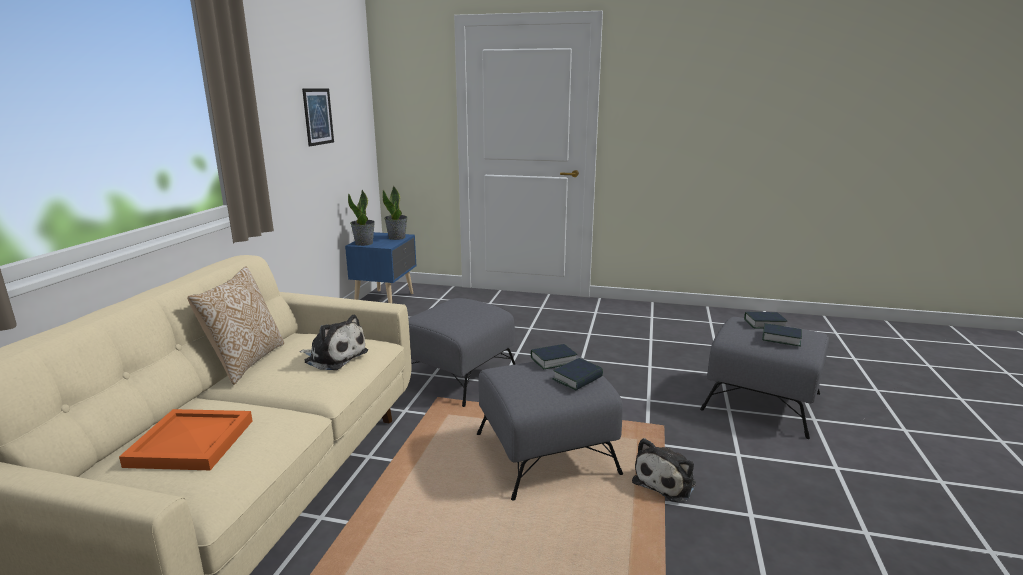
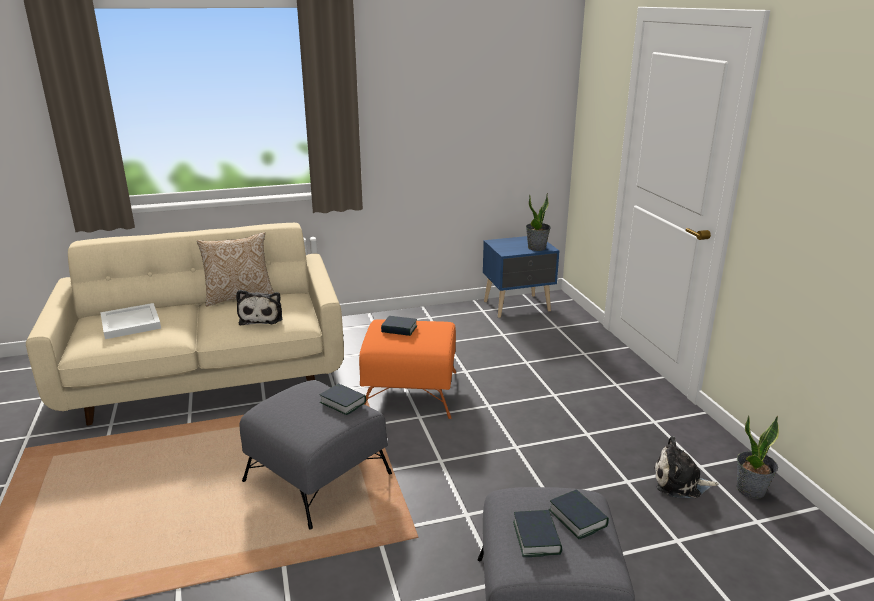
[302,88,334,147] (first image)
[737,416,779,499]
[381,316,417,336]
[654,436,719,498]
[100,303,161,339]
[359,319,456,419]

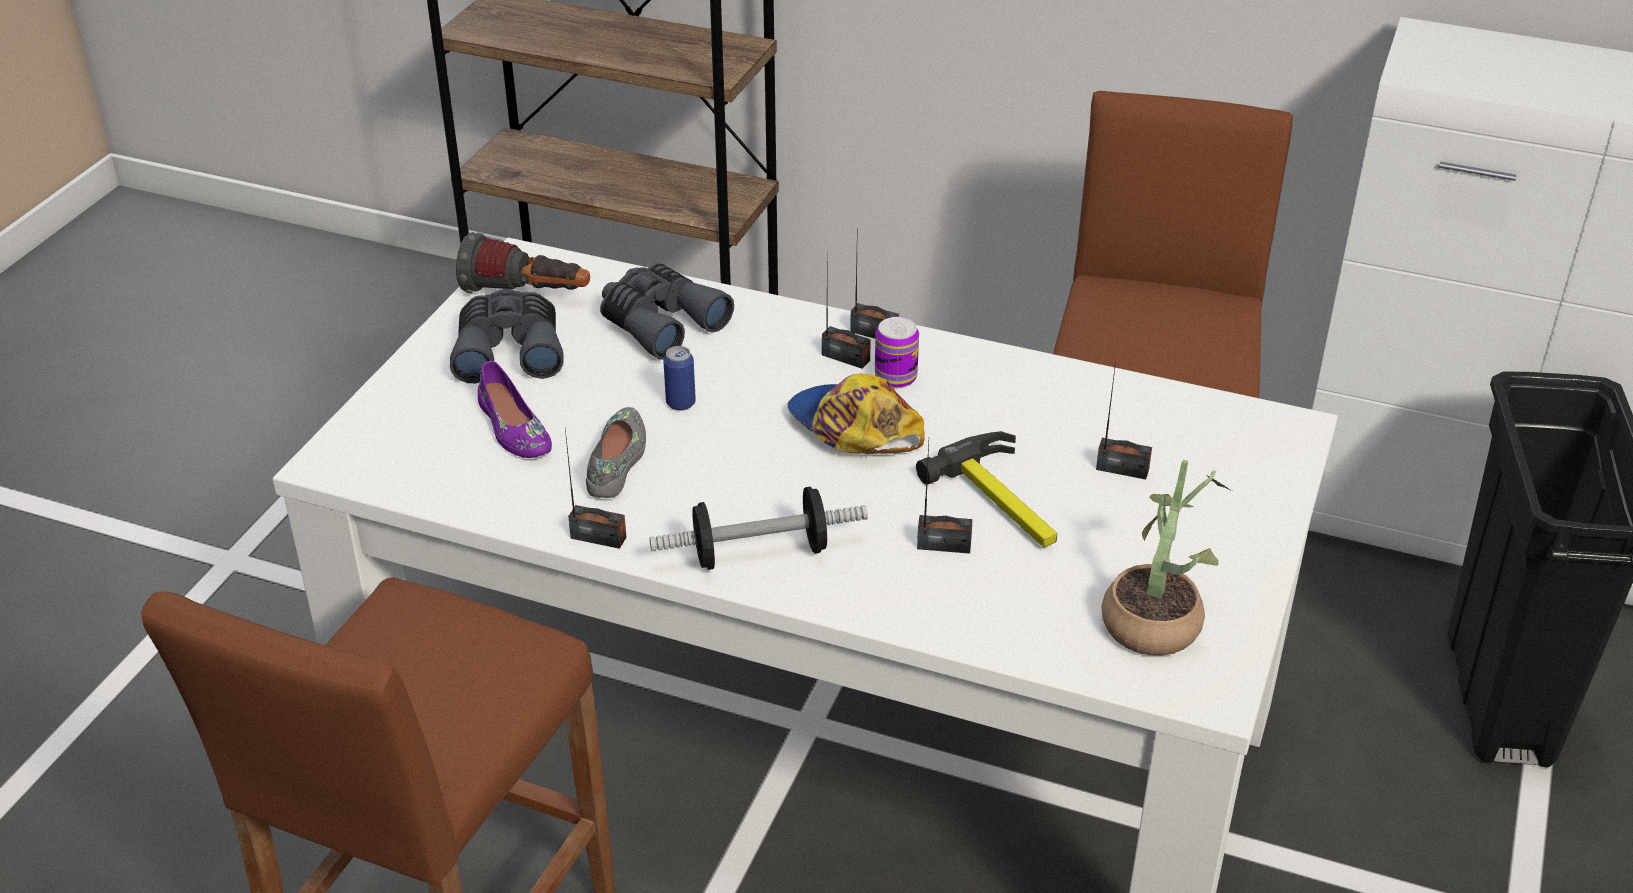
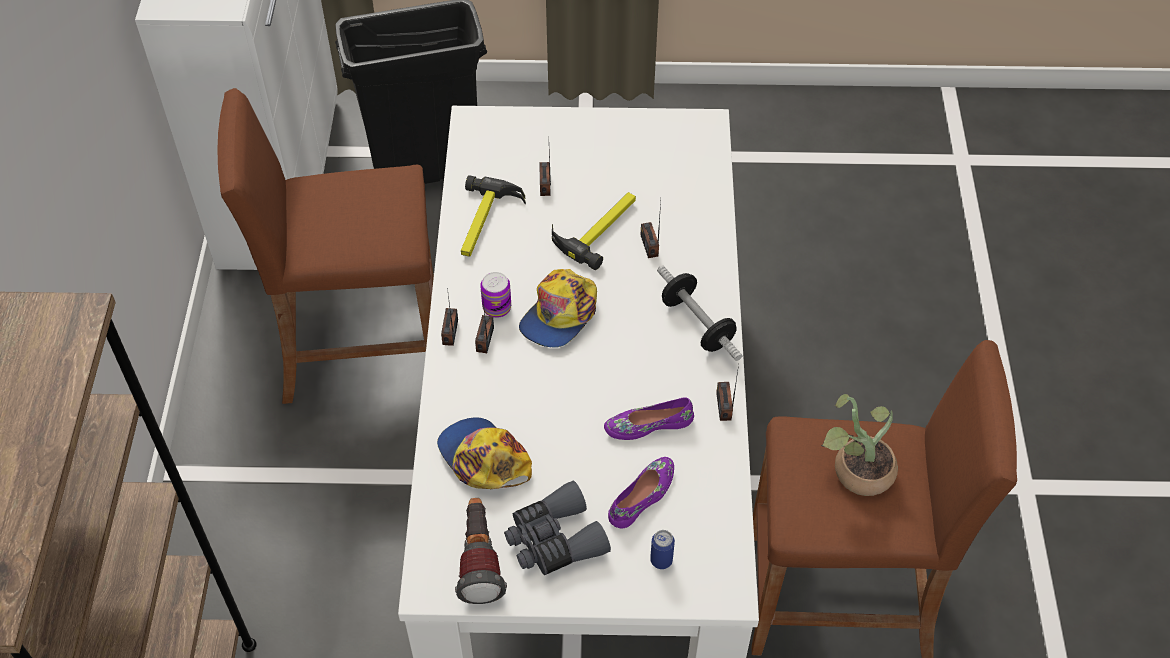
[461,175,526,257]
[650,530,675,569]
[821,394,898,496]
[437,417,532,489]
[604,397,694,440]

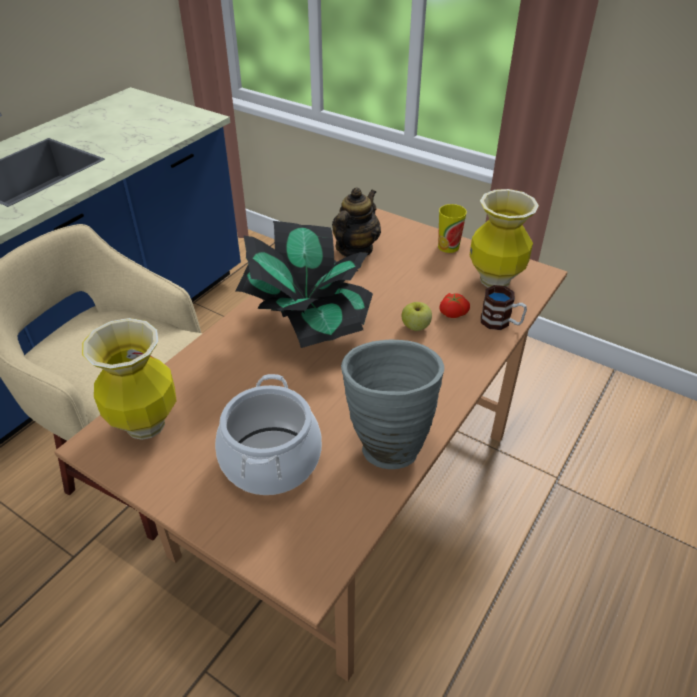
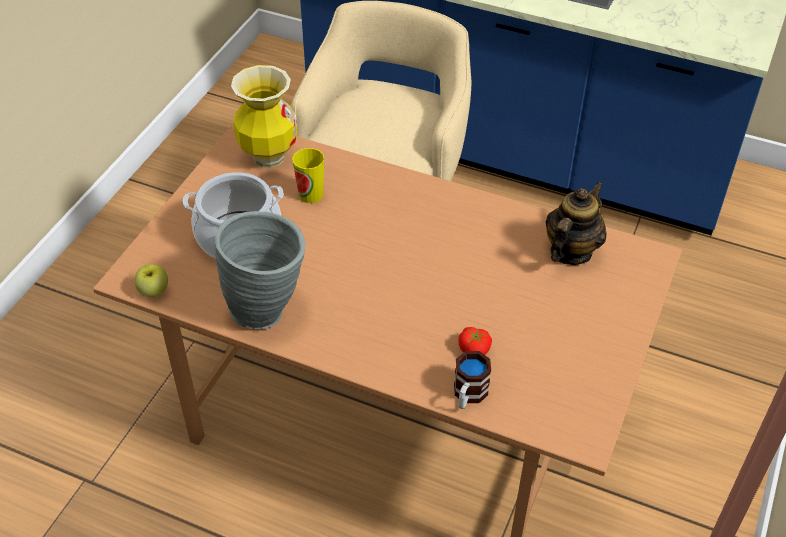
[236,221,373,348] (first image)
[469,189,539,288] (first image)
[134,264,168,297]
[292,148,324,203]
[546,182,607,265]

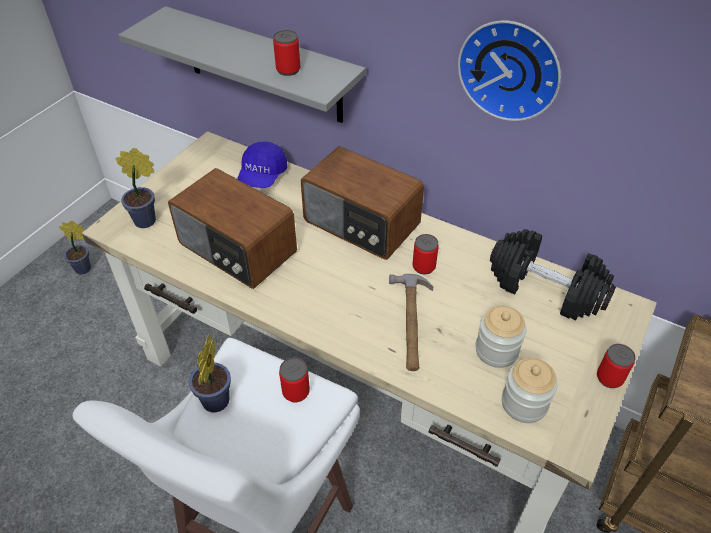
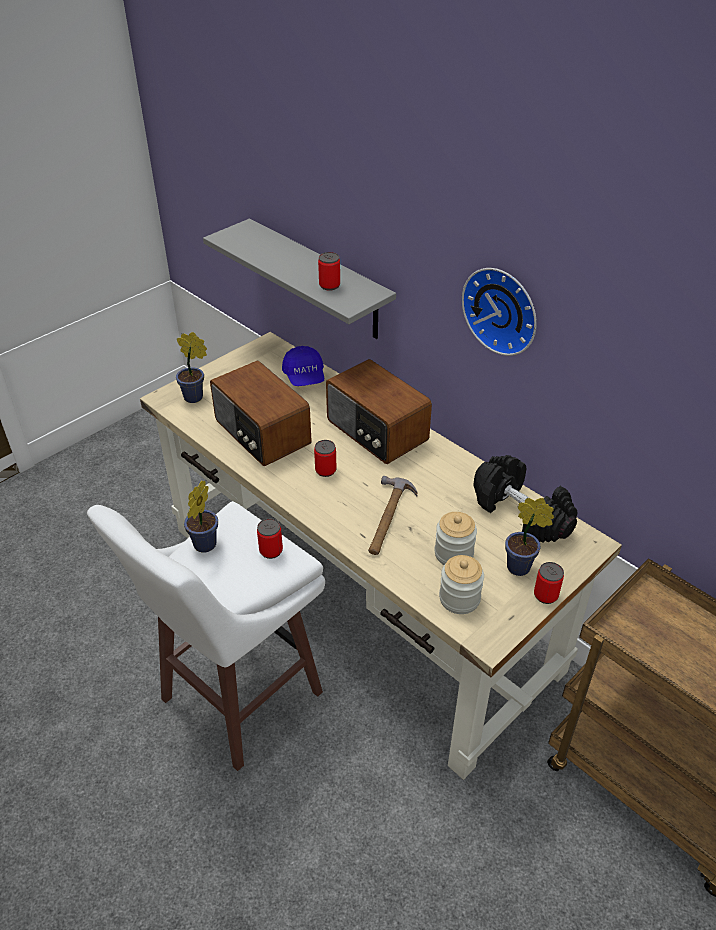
[505,498,554,576]
[314,440,337,477]
[282,346,324,386]

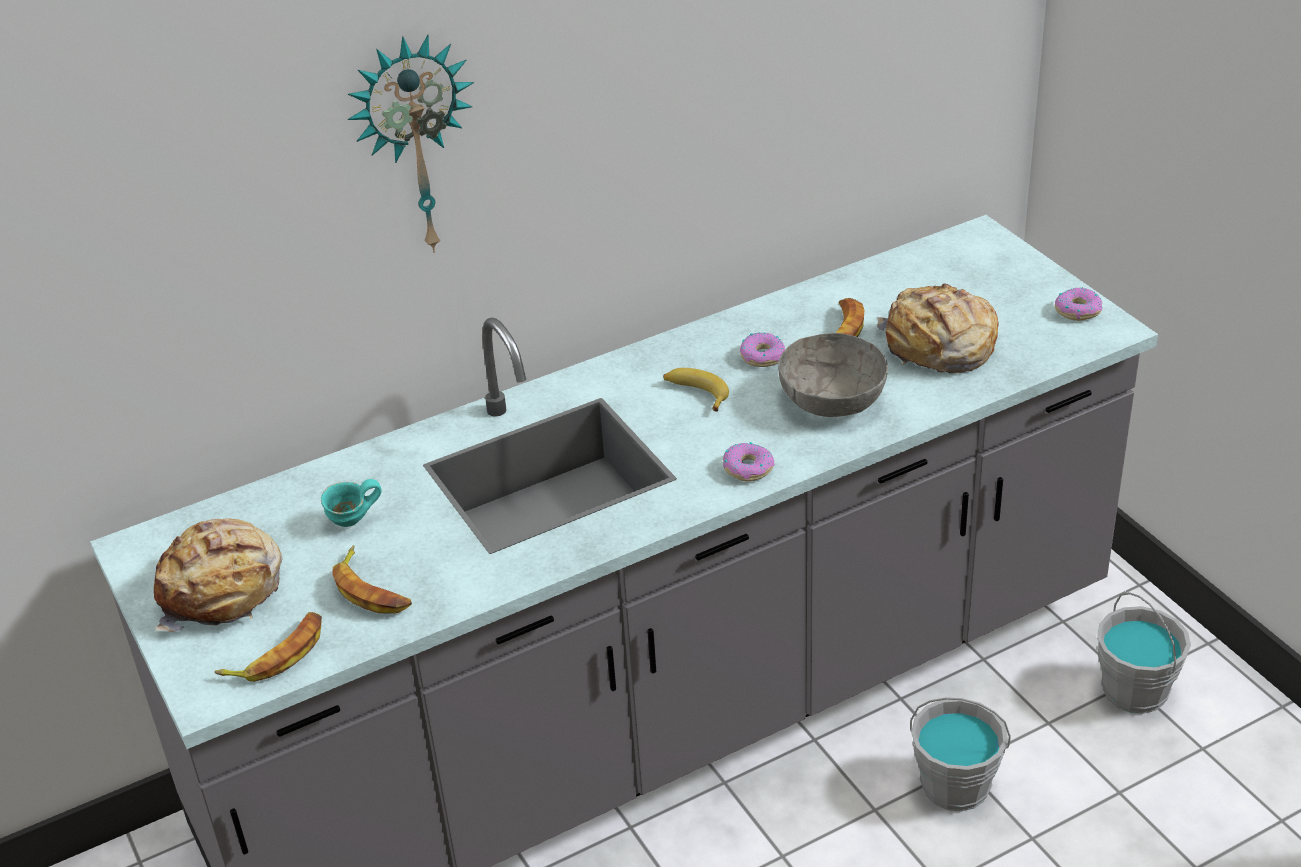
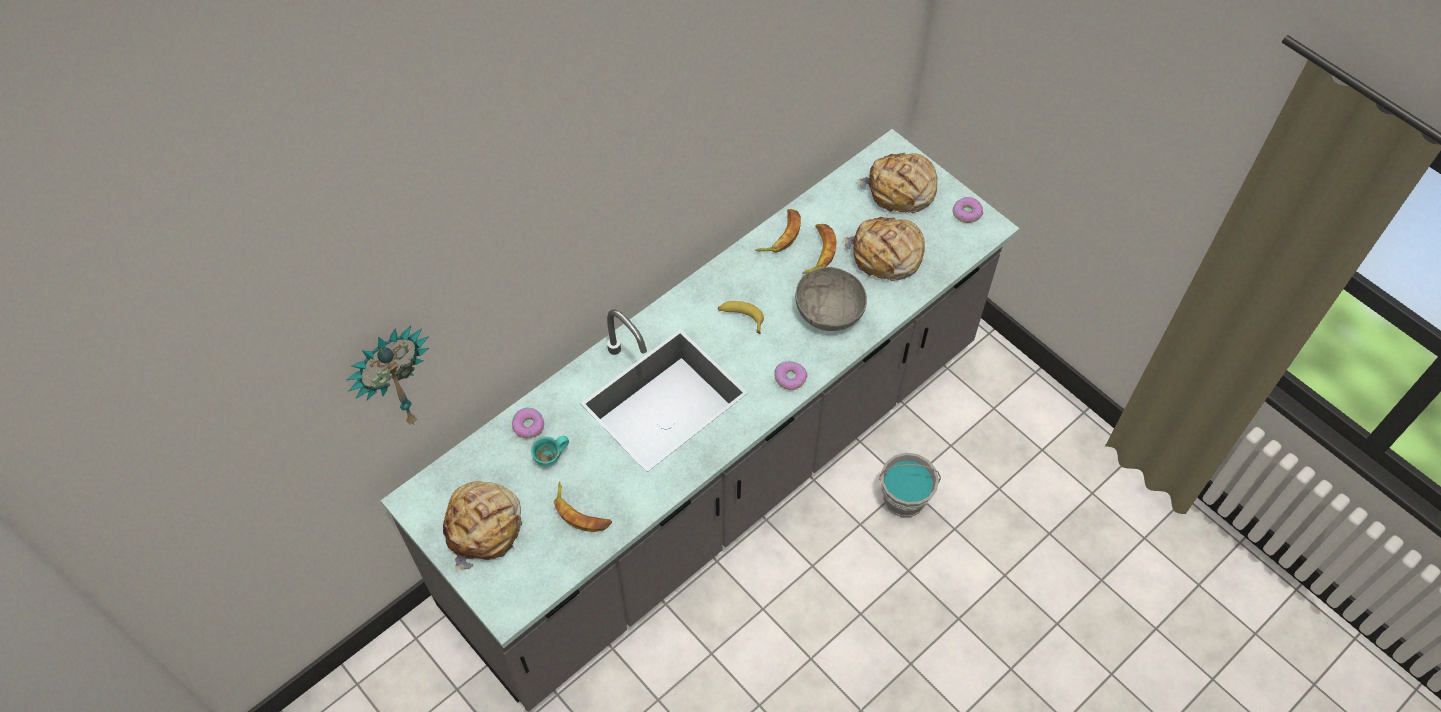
[1097,592,1191,713] (first image)
[857,153,937,214]
[755,209,801,252]
[347,326,429,425]
[512,408,544,438]

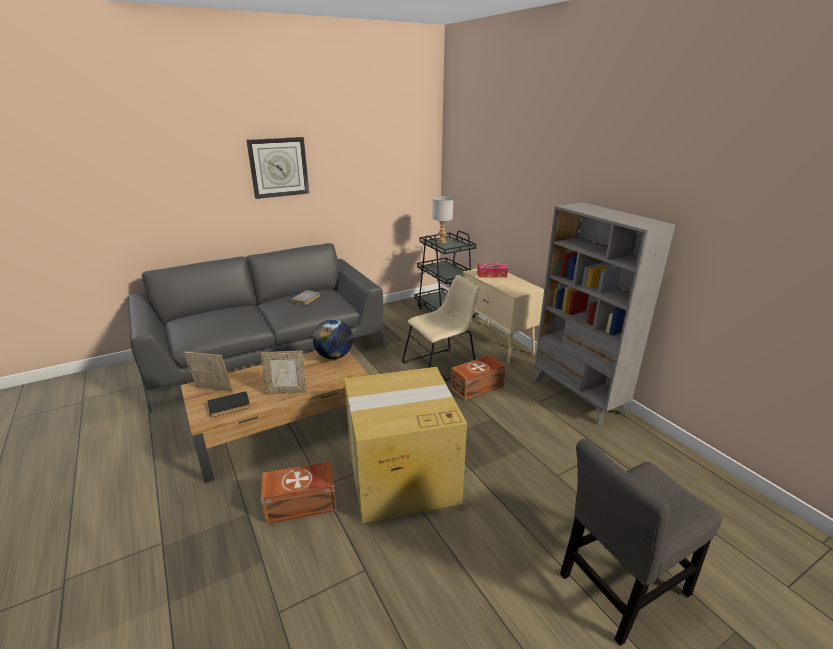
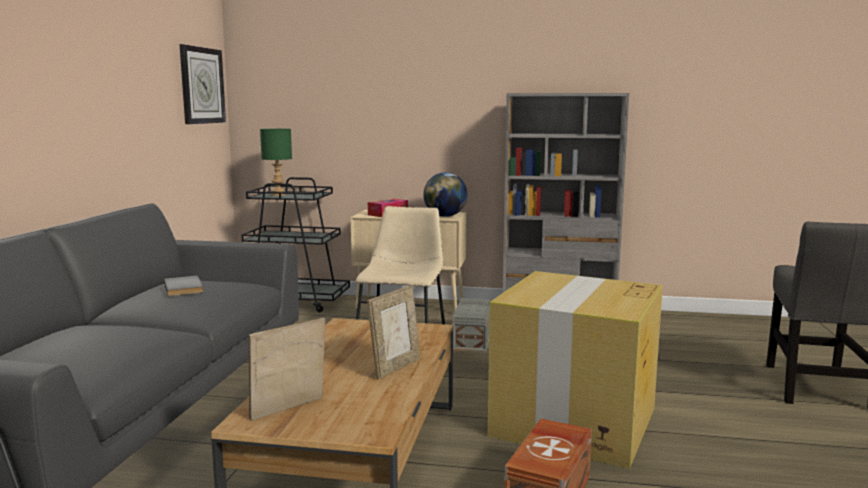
[207,391,250,417] (first image)
[179,44,226,124]
[423,172,467,217]
[260,129,292,196]
[452,298,493,352]

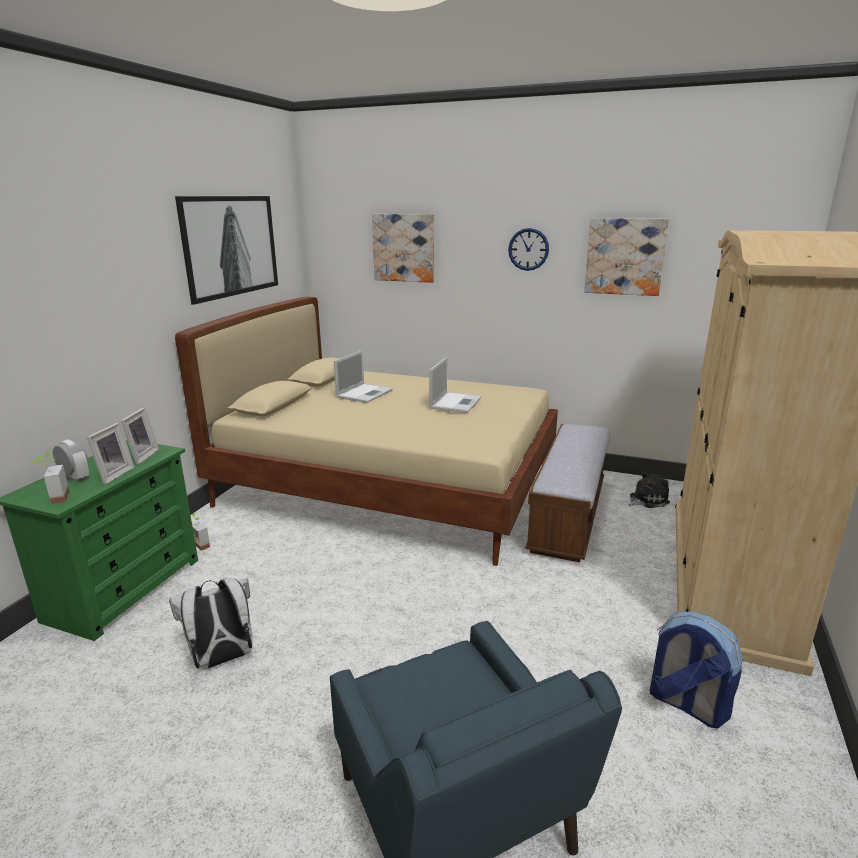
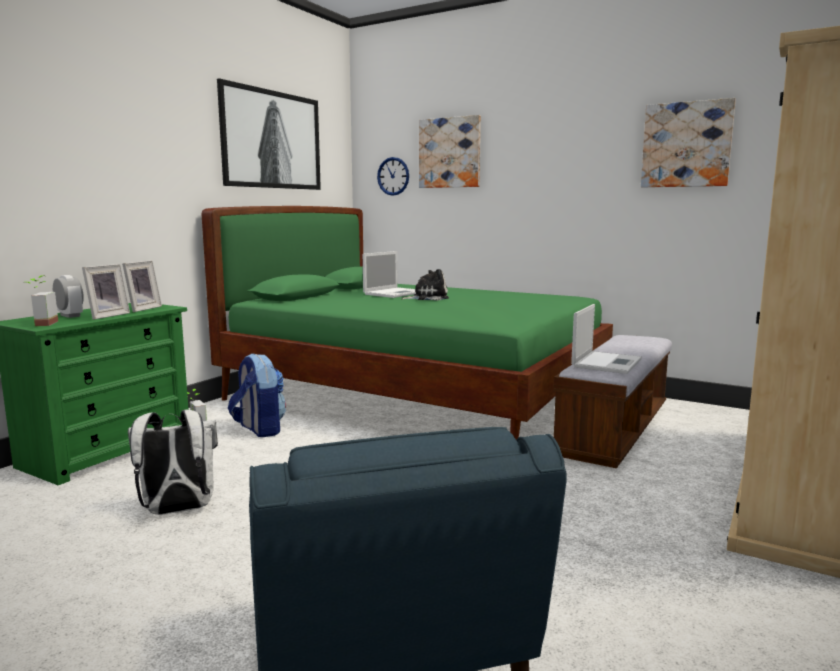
[571,304,642,374]
[377,157,409,196]
[402,269,449,301]
[228,353,286,437]
[201,206,613,440]

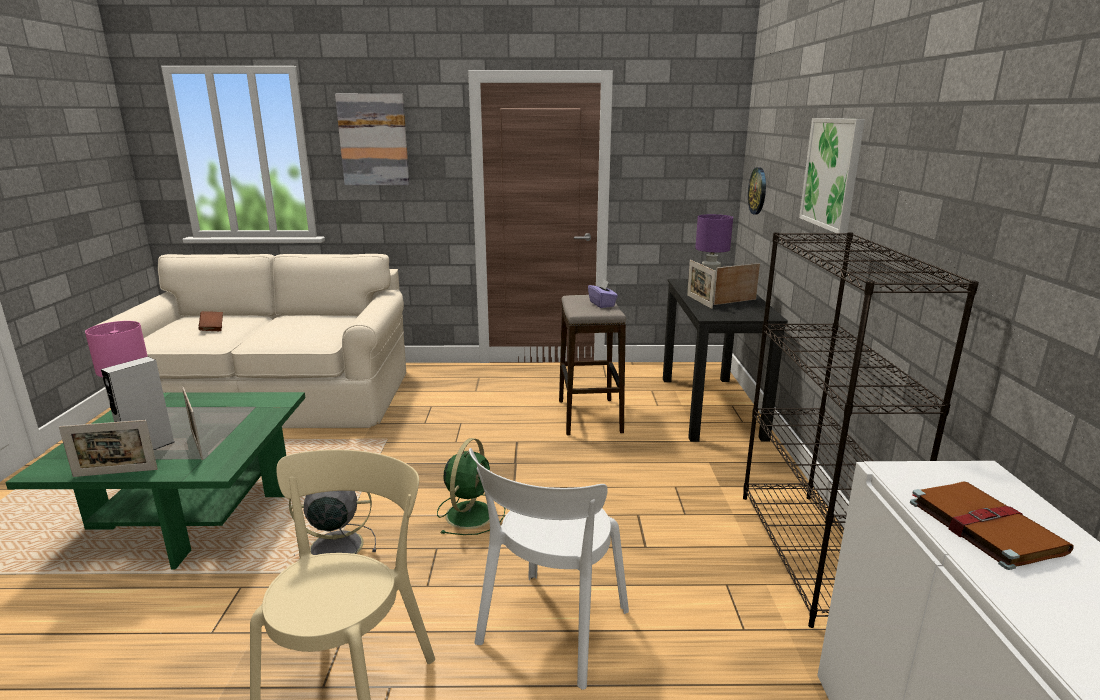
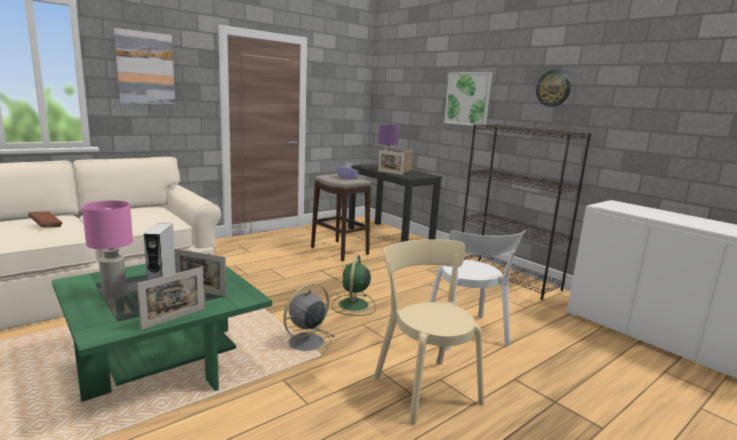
[910,481,1074,570] (first image)
[536,70,571,107]
[332,254,376,316]

